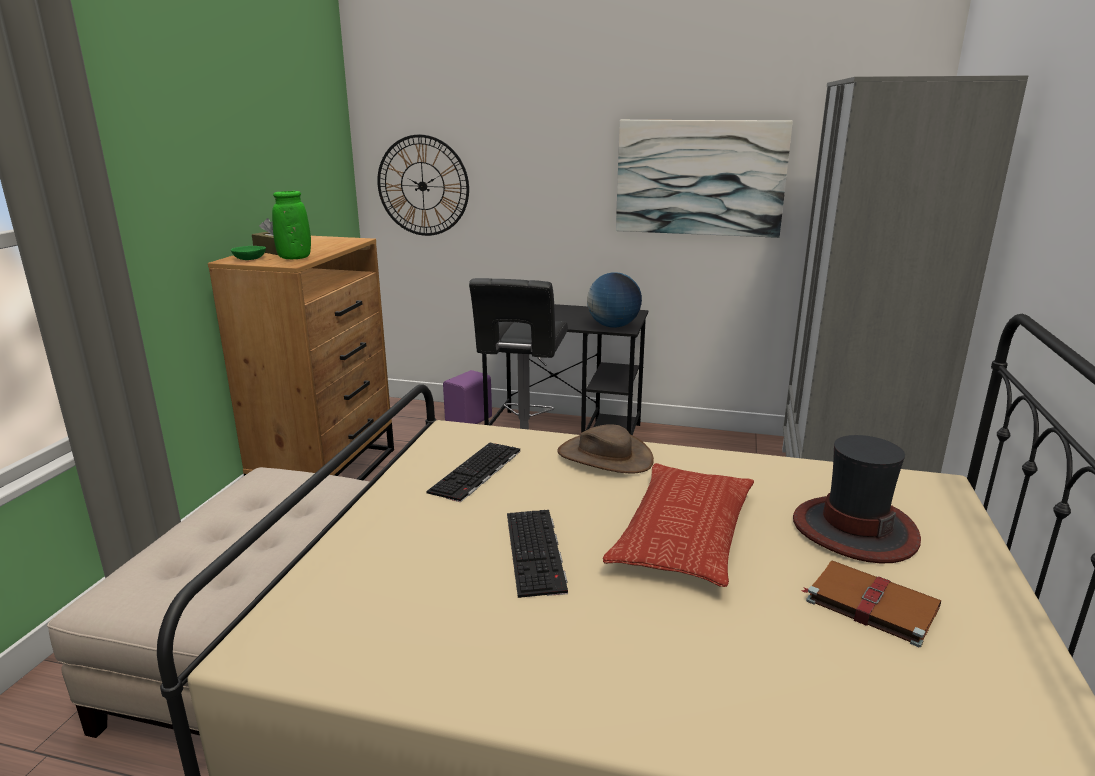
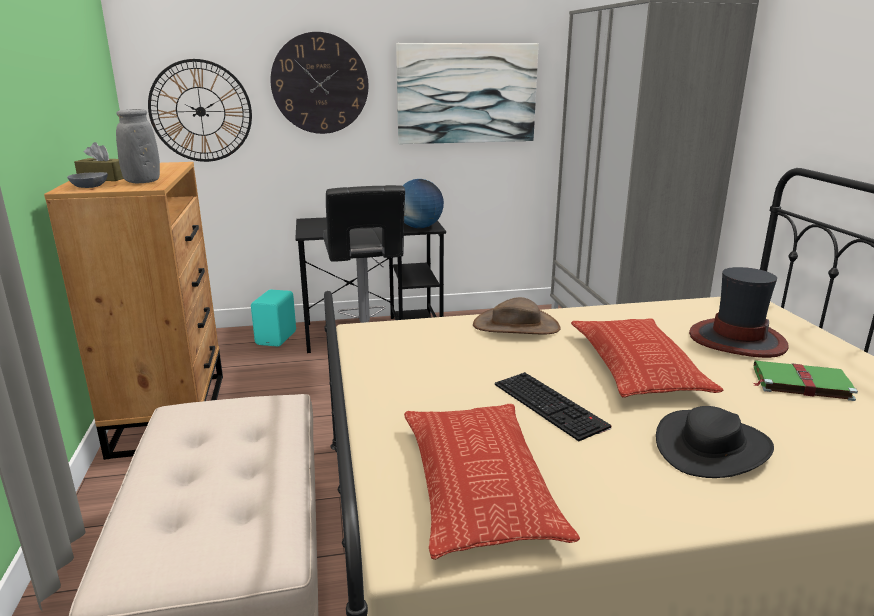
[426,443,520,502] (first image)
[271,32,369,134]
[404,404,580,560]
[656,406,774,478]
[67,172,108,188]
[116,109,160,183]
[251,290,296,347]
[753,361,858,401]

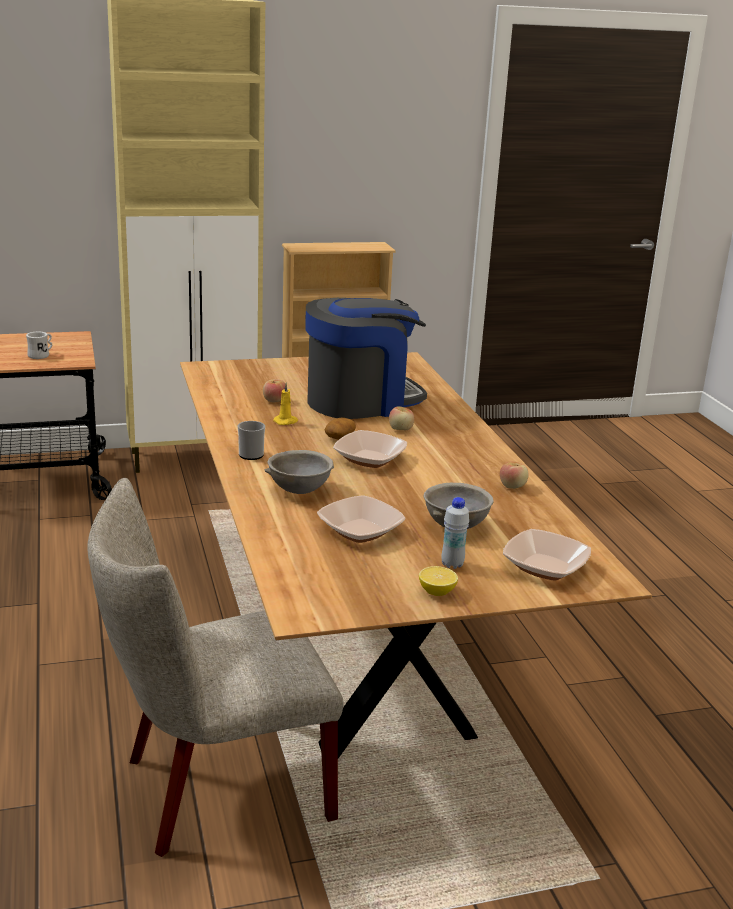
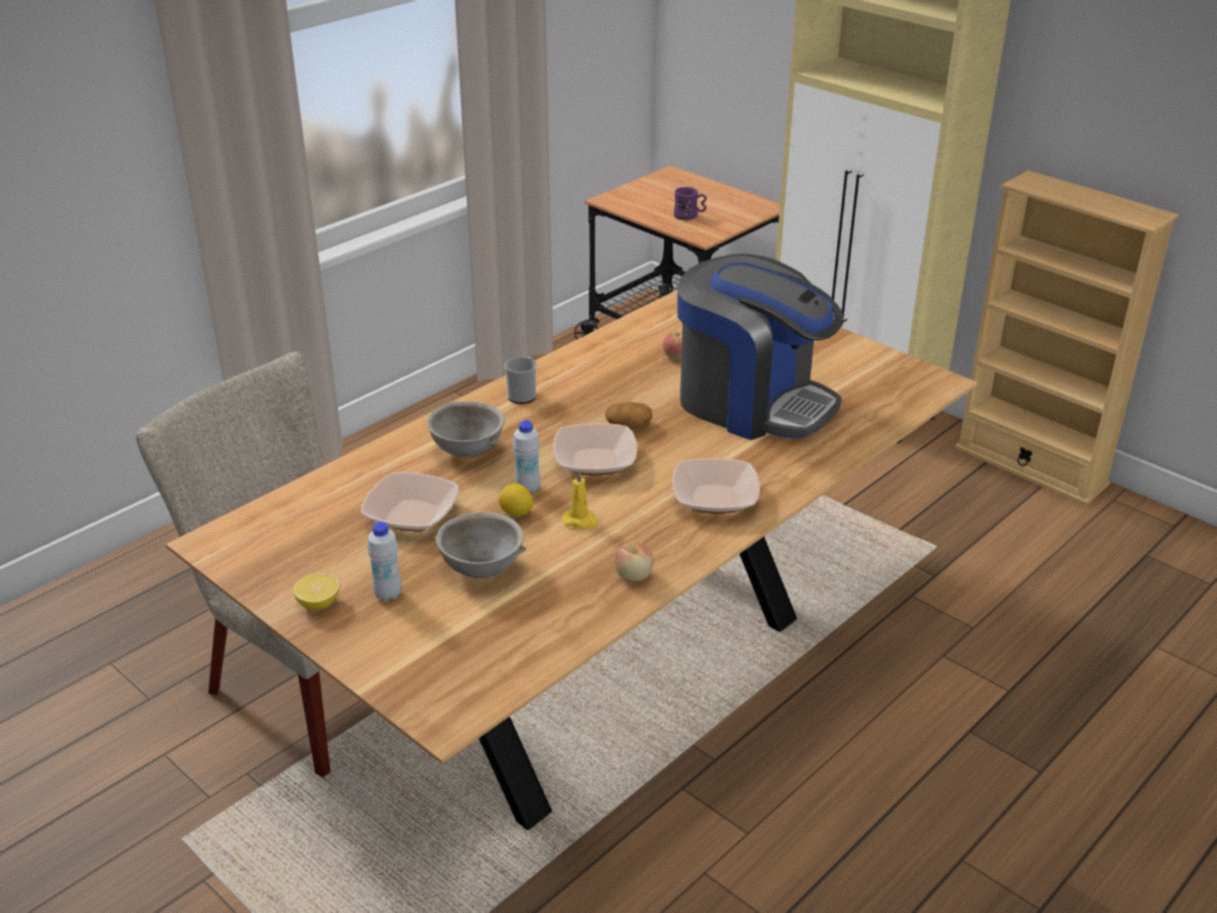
[389,406,414,430] (first image)
[499,483,533,516]
[513,420,540,494]
[562,470,599,529]
[672,458,760,514]
[674,187,707,220]

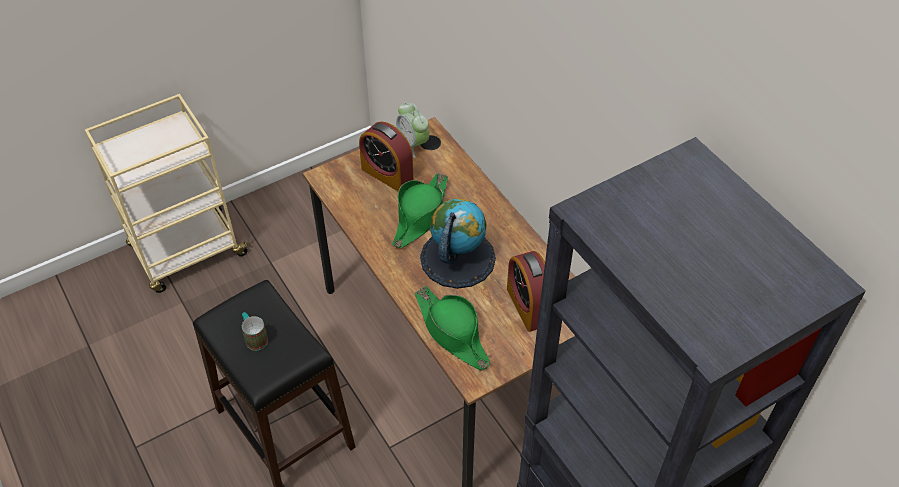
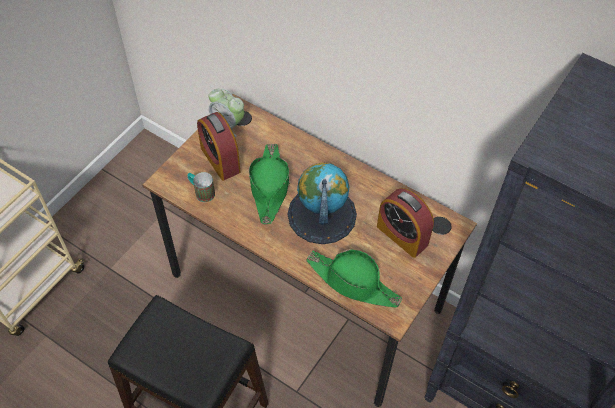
[187,172,215,202]
[197,112,240,181]

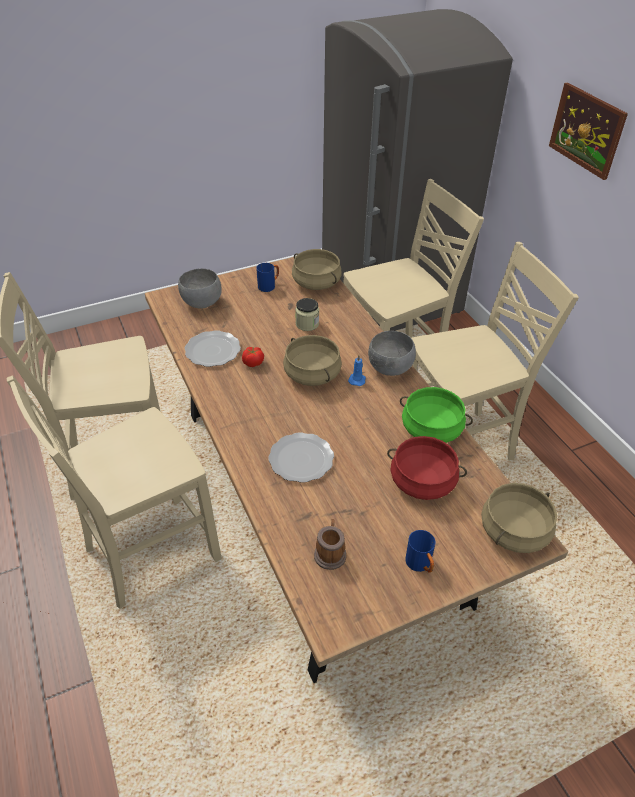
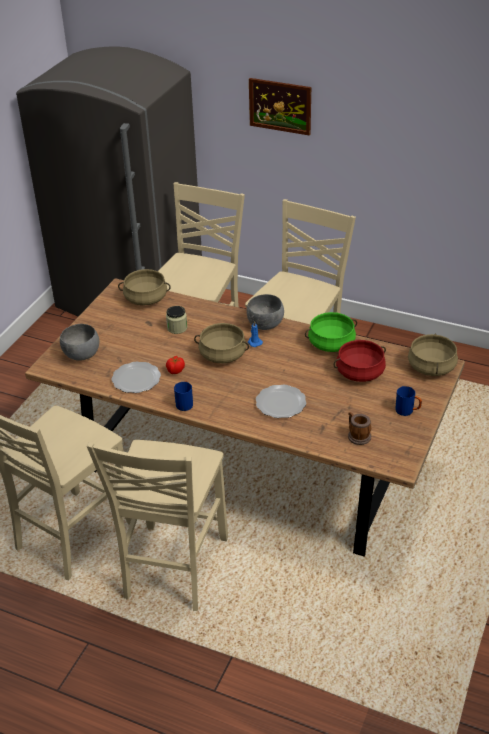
[174,381,193,411]

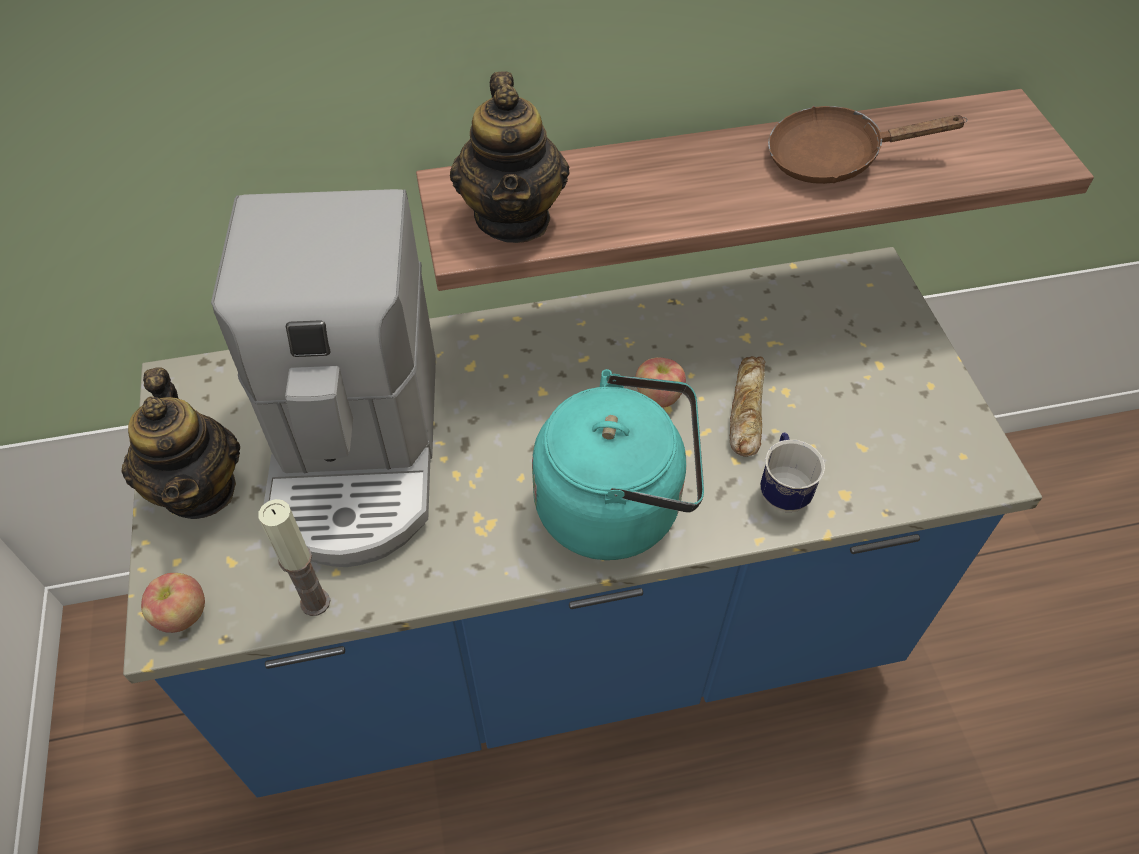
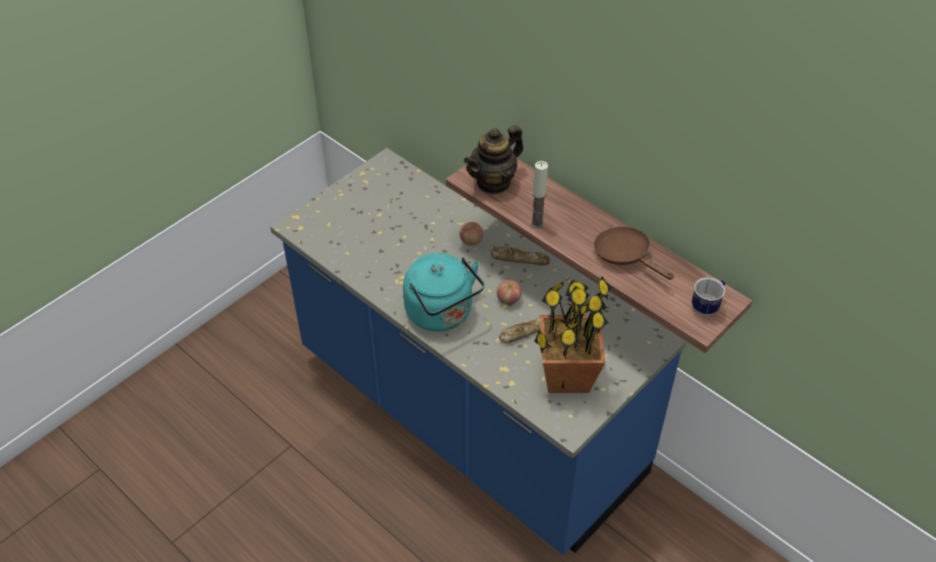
[122,368,240,519] (first image)
[211,189,436,567] (first image)
[491,247,550,265]
[534,276,612,393]
[460,222,483,246]
[531,161,548,228]
[692,277,725,316]

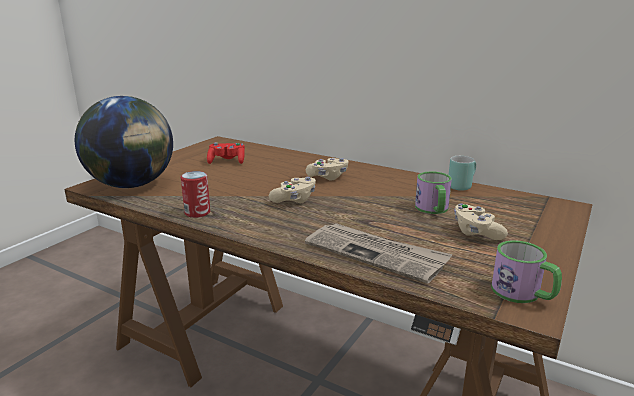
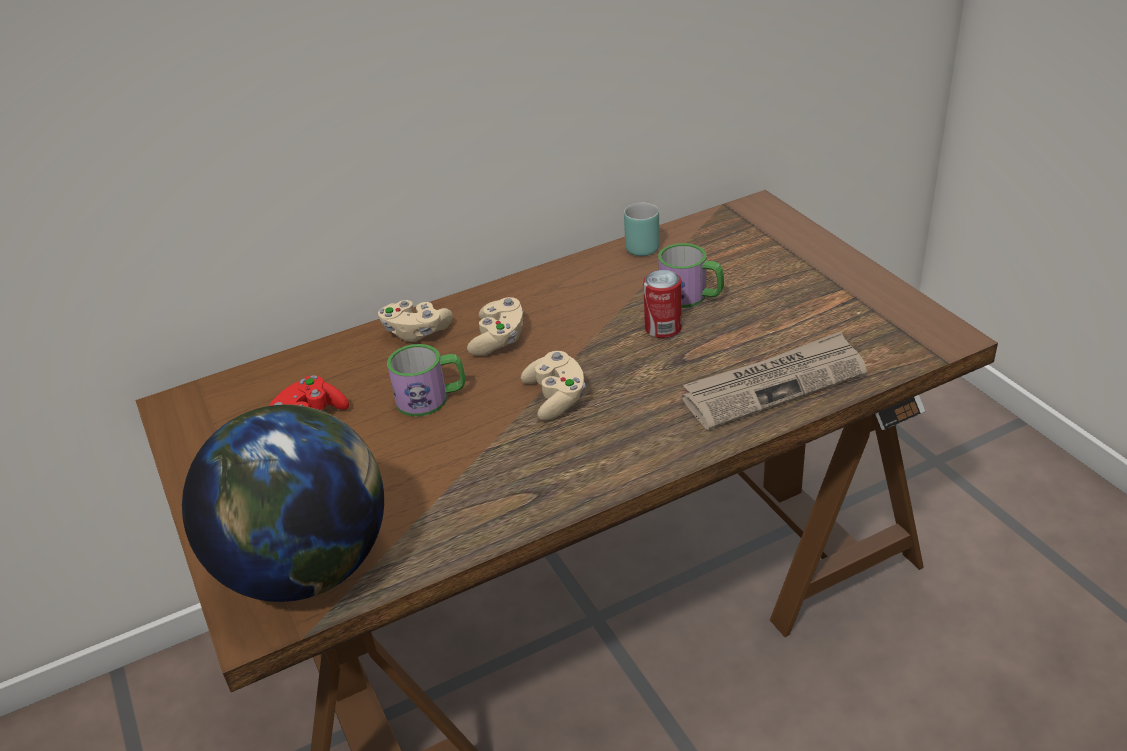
[643,270,682,338]
[378,300,453,342]
[387,344,465,417]

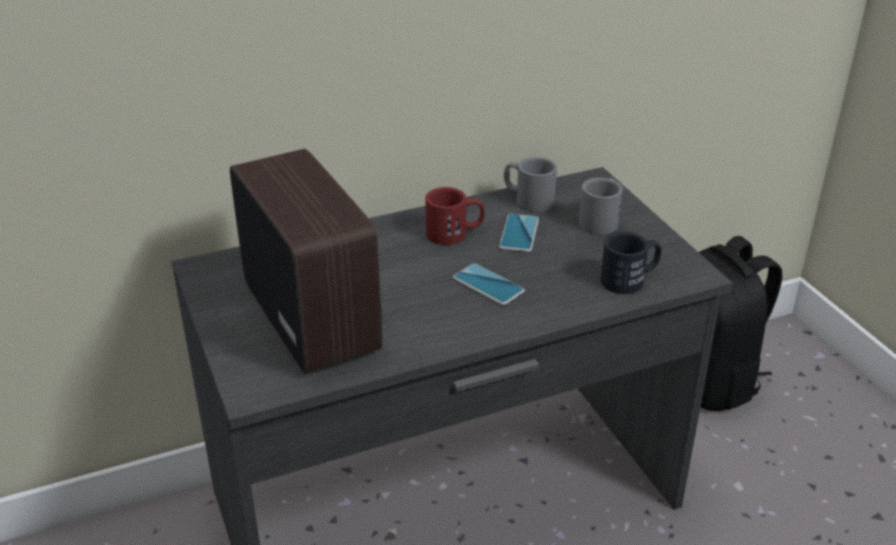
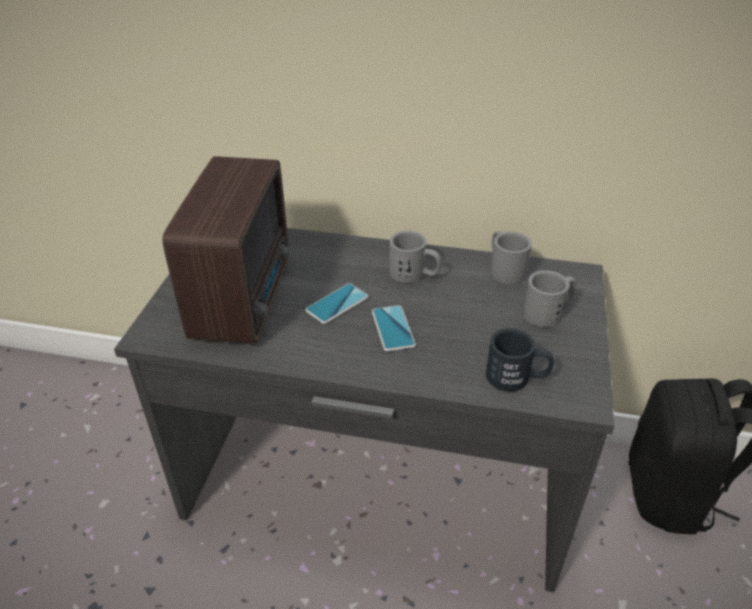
[305,283,368,324]
[389,231,441,283]

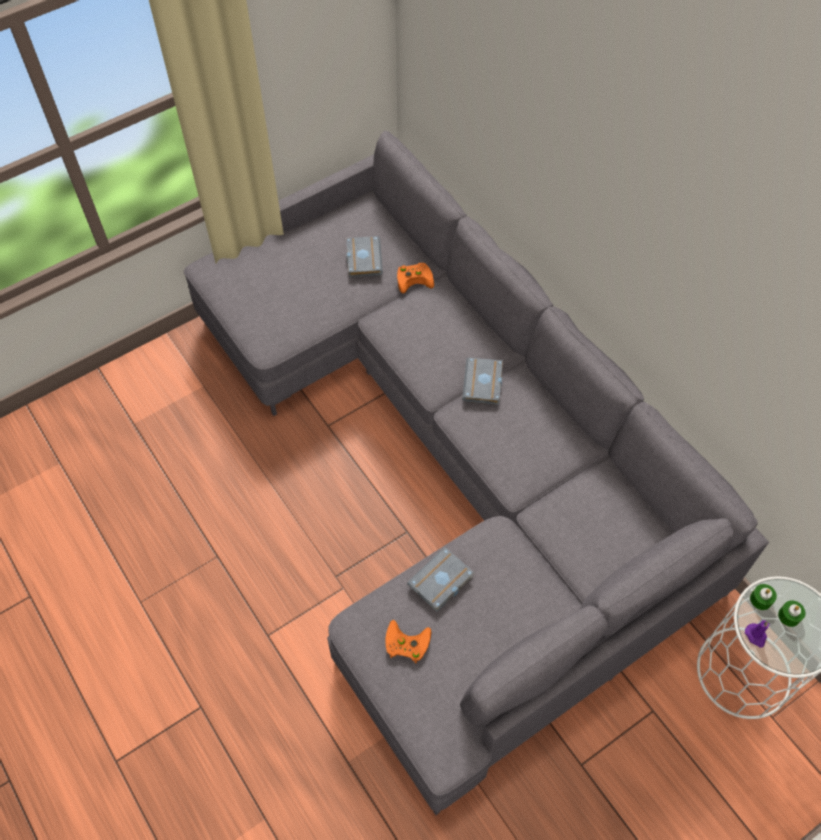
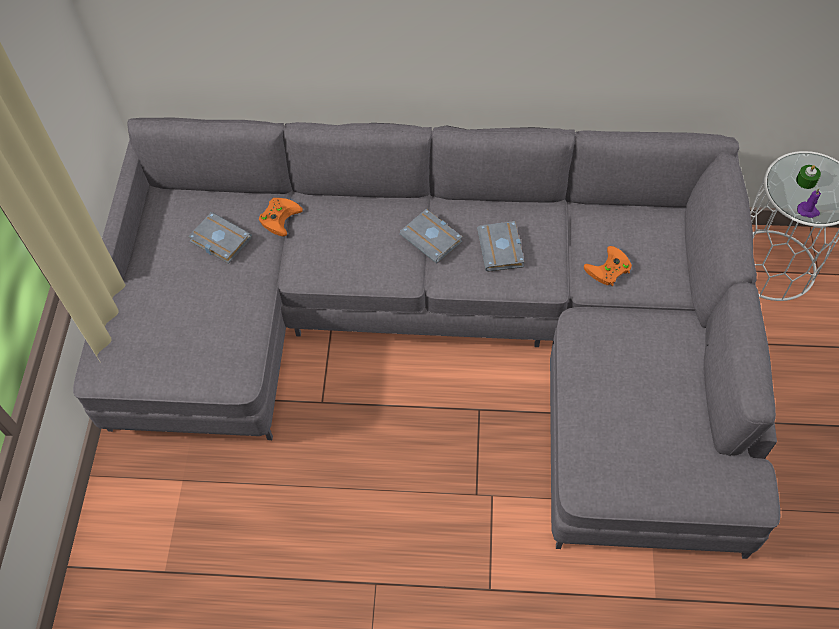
[750,584,777,610] (first image)
[584,246,632,286]
[477,221,524,272]

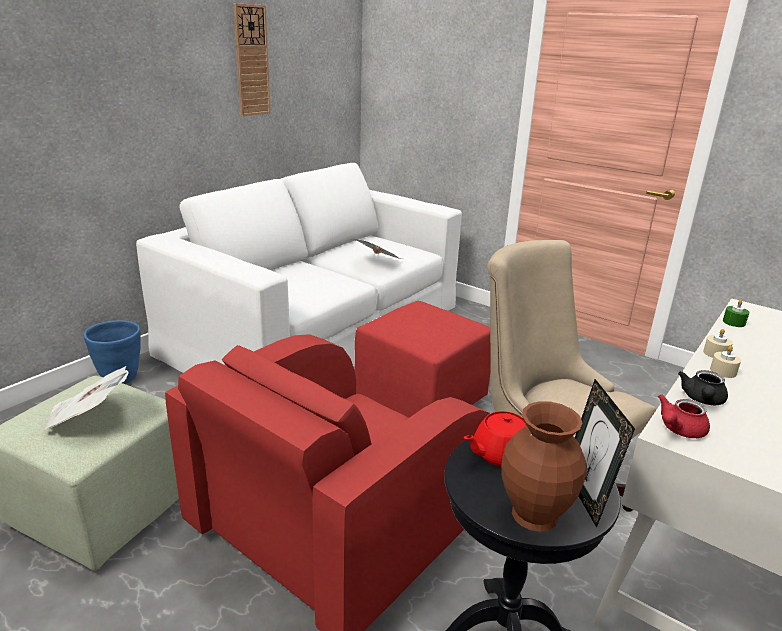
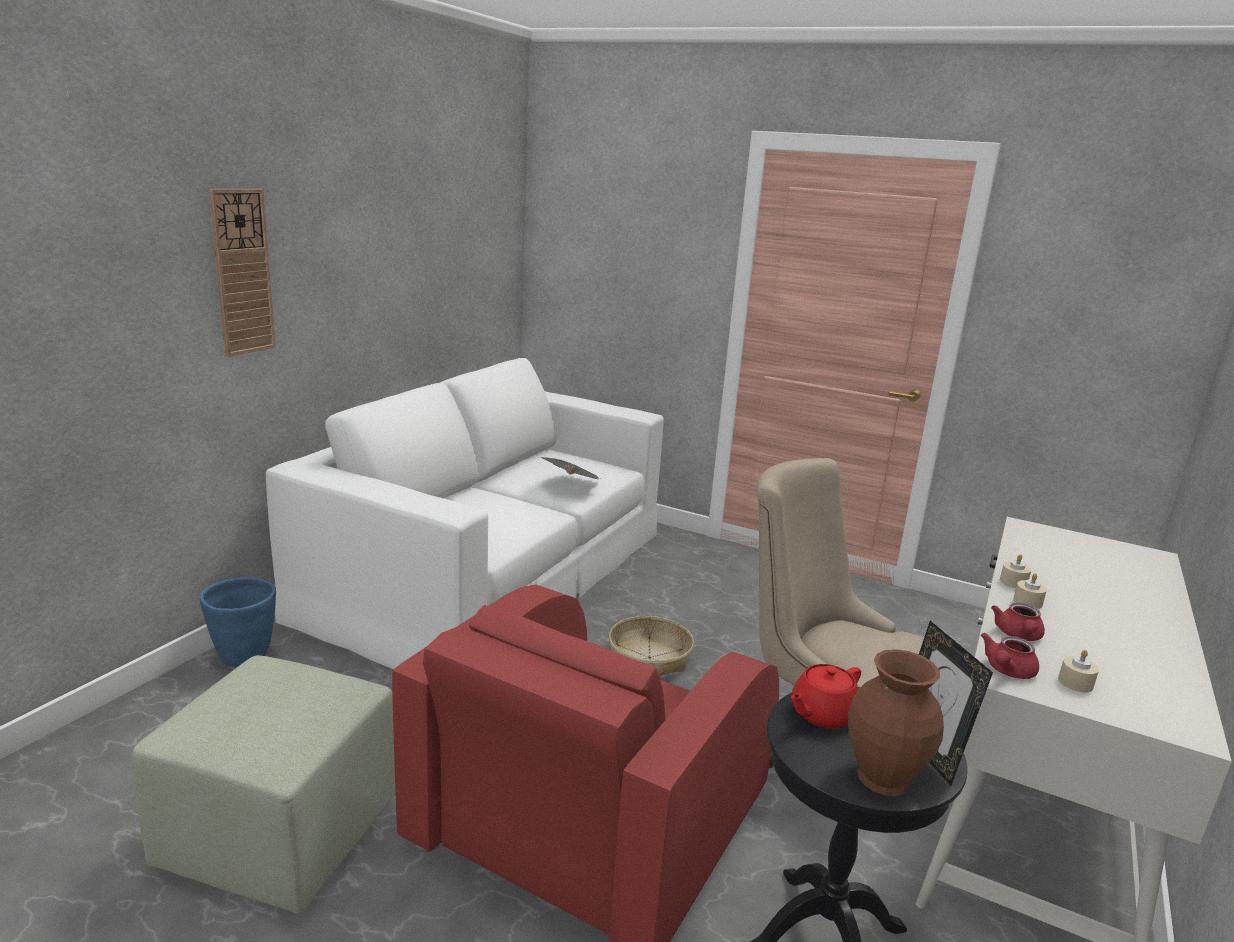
[43,366,129,431] (first image)
[723,300,749,327] (first image)
[1058,650,1099,692]
[209,189,276,357]
[609,616,694,676]
[991,603,1045,641]

